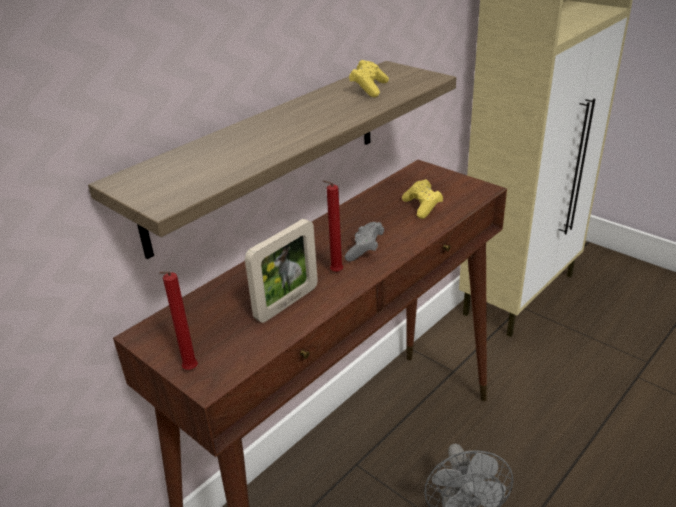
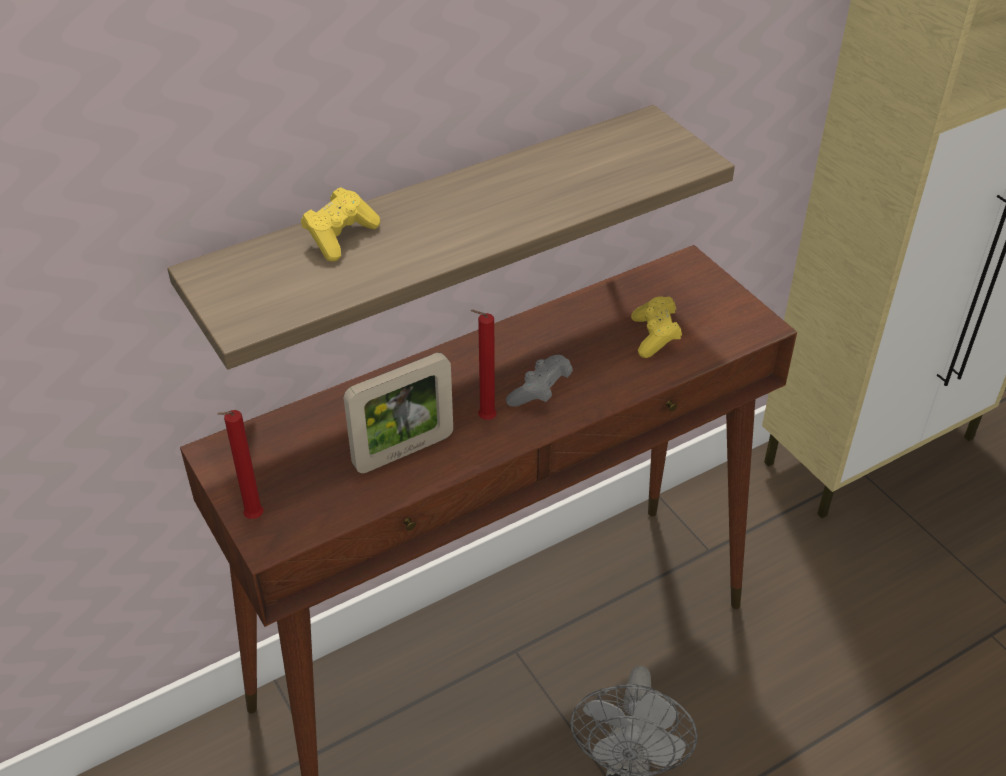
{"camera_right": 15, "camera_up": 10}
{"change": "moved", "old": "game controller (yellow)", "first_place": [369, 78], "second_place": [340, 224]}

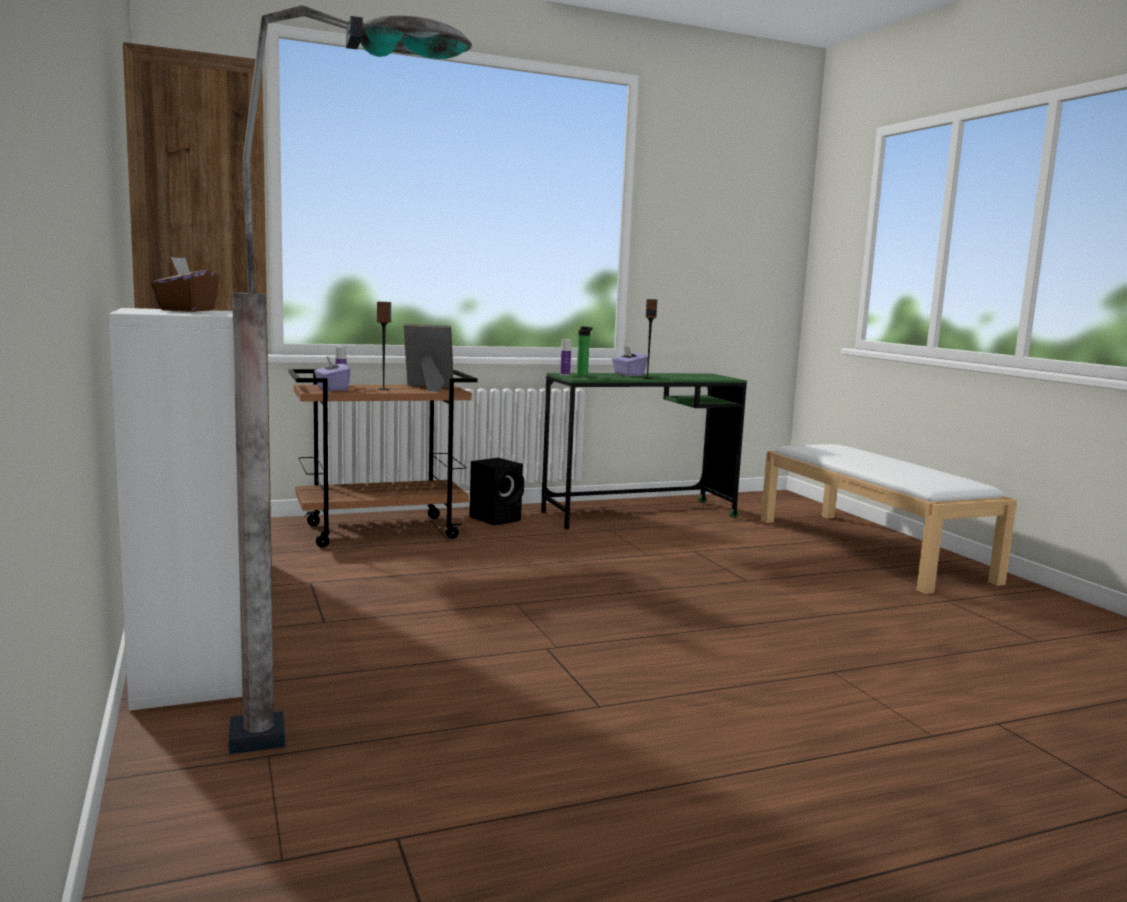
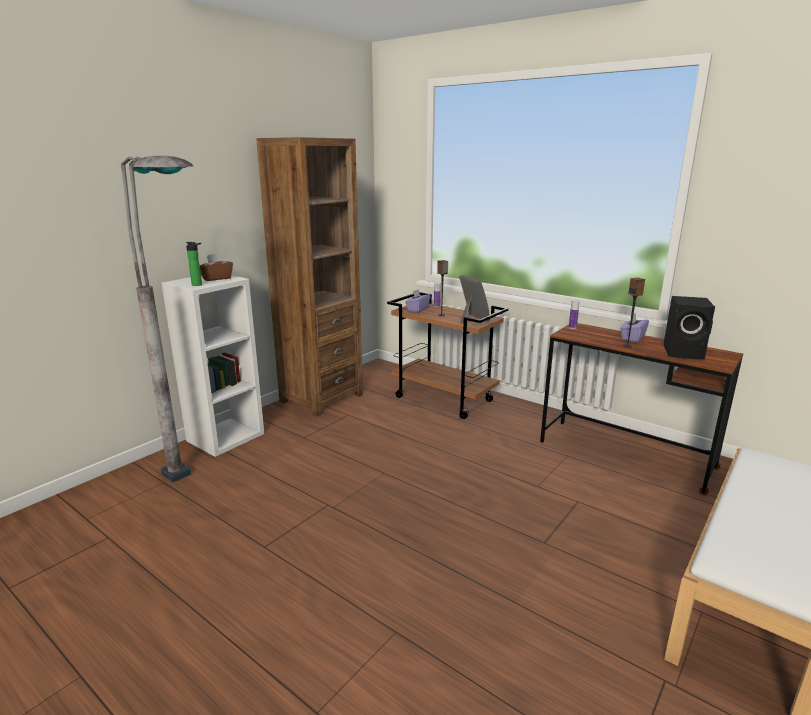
{"camera_right": 60, "camera_up": 10}
{"change": "moved", "old": "bottle", "first_place": [585, 351], "second_place": [194, 264]}
{"change": "recoloured", "old": "desk (green)", "new": "desk (brown)", "first_place": [644, 451], "second_place": [641, 409]}
{"change": "moved", "old": "speaker (black)", "first_place": [497, 491], "second_place": [689, 328]}

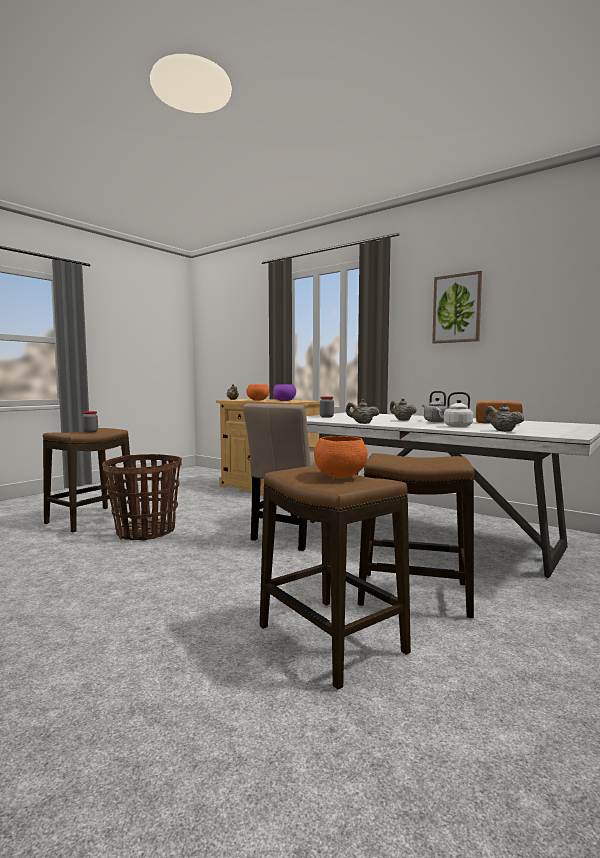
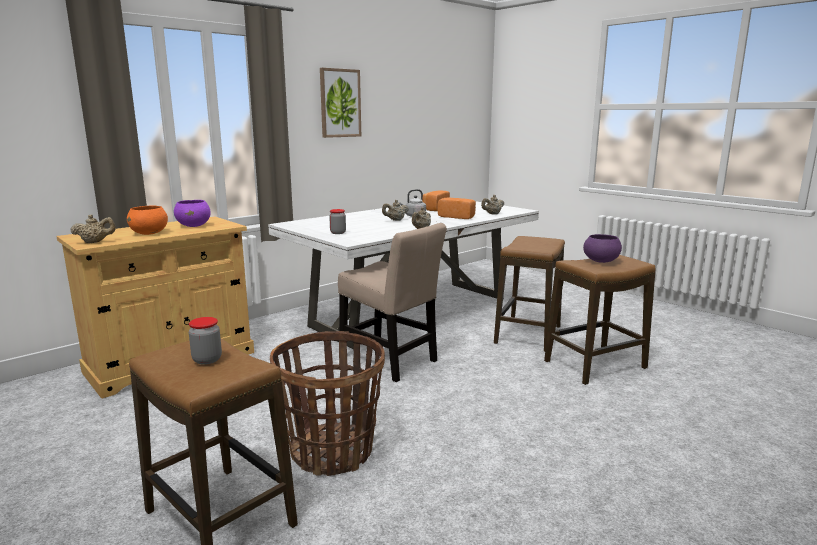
{"camera_right": -80, "camera_up": 10}
{"change": "replaced", "old": "kettle (white)", "new": "bread", "first_place": [454, 409], "second_place": [456, 208]}
{"change": "recoloured", "old": "bowl (orange)", "new": "bowl (purple)", "first_place": [341, 457], "second_place": [602, 248]}

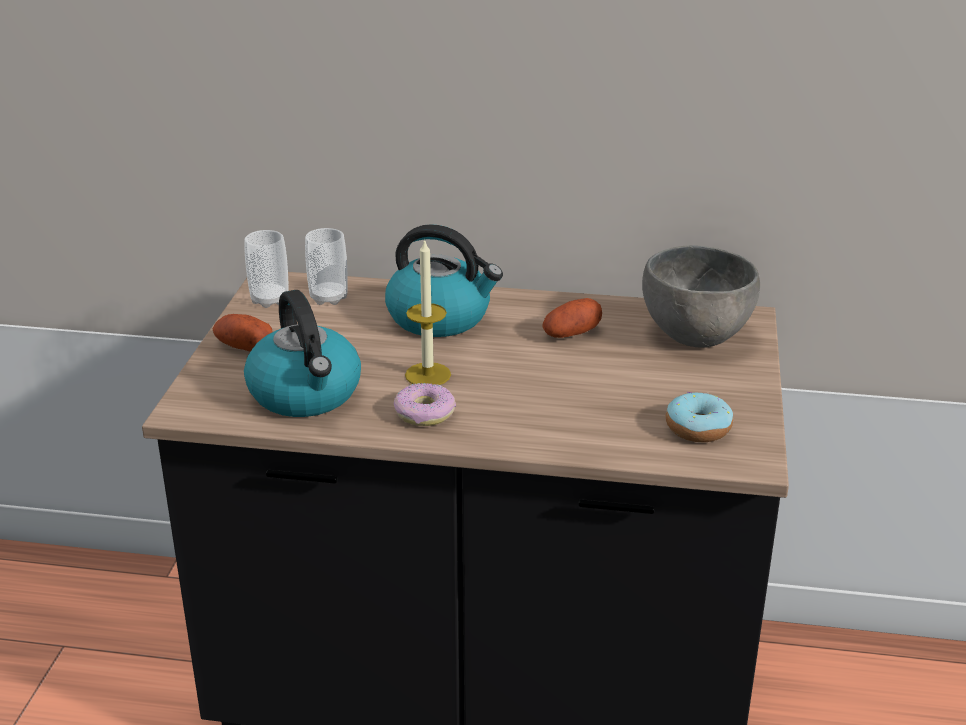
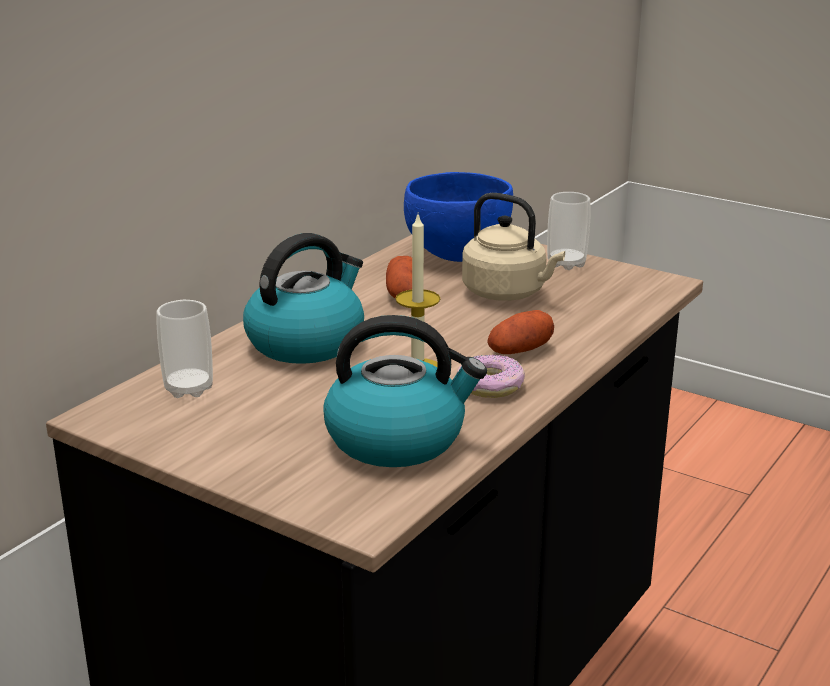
{"camera_right": -65, "camera_up": -5}
{"change": "moved", "old": "cup", "first_place": [266, 269], "second_place": [569, 231]}
{"change": "recoloured", "old": "bowl (grey)", "new": "bowl (blue)", "first_place": [701, 296], "second_place": [458, 217]}
{"change": "moved", "old": "potato", "first_place": [242, 333], "second_place": [520, 332]}
{"change": "removed", "old": "donut", "first_place": [699, 417]}
{"change": "added", "new": "kettle (beige)", "second_place": [513, 247]}

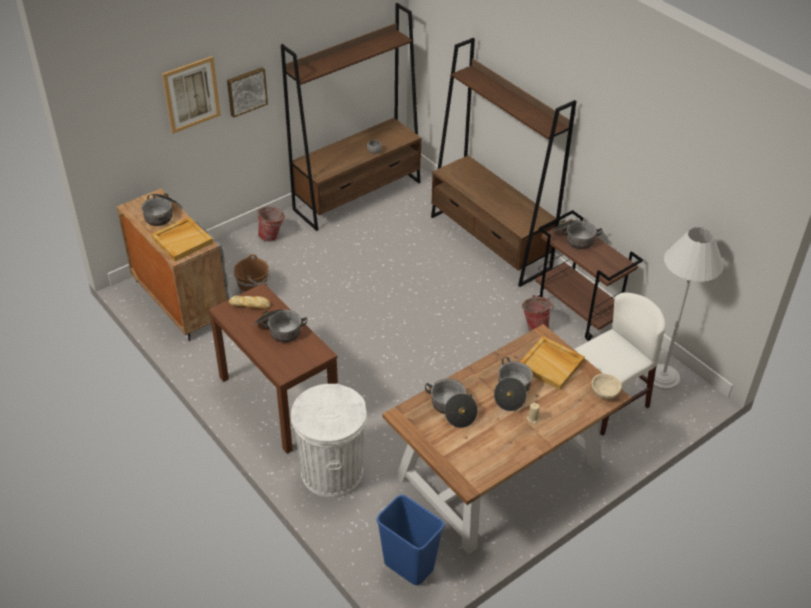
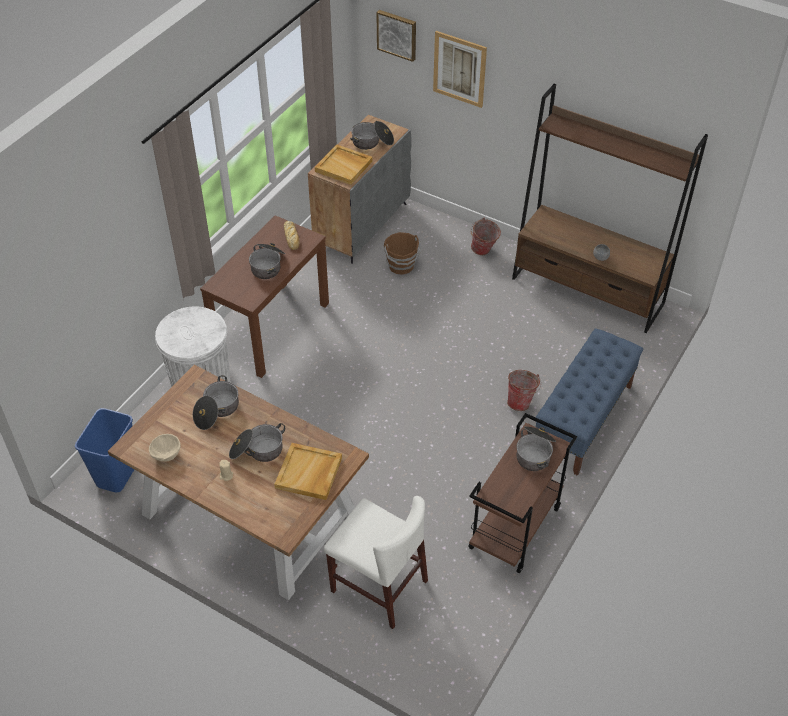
{"camera_right": 70, "camera_up": 5}
{"change": "replaced", "old": "bookcase (brown)", "new": "bench (blue)", "first_place": [503, 162], "second_place": [589, 402]}
{"change": "moved", "old": "picture", "first_place": [247, 92], "second_place": [396, 36]}
{"change": "removed", "old": "floor lamp (white)", "first_place": [685, 308]}
{"change": "moved", "old": "bucket", "first_place": [538, 313], "second_place": [524, 390]}
{"change": "moved", "old": "bowl (beige)", "first_place": [607, 386], "second_place": [165, 448]}

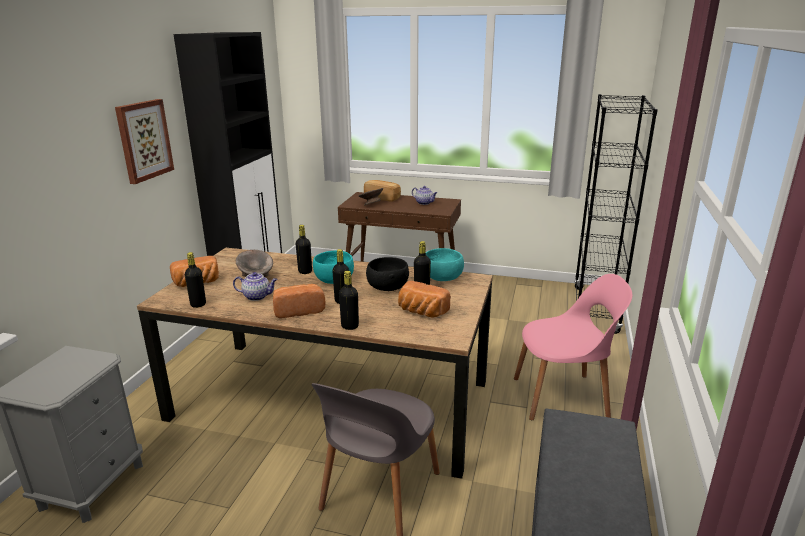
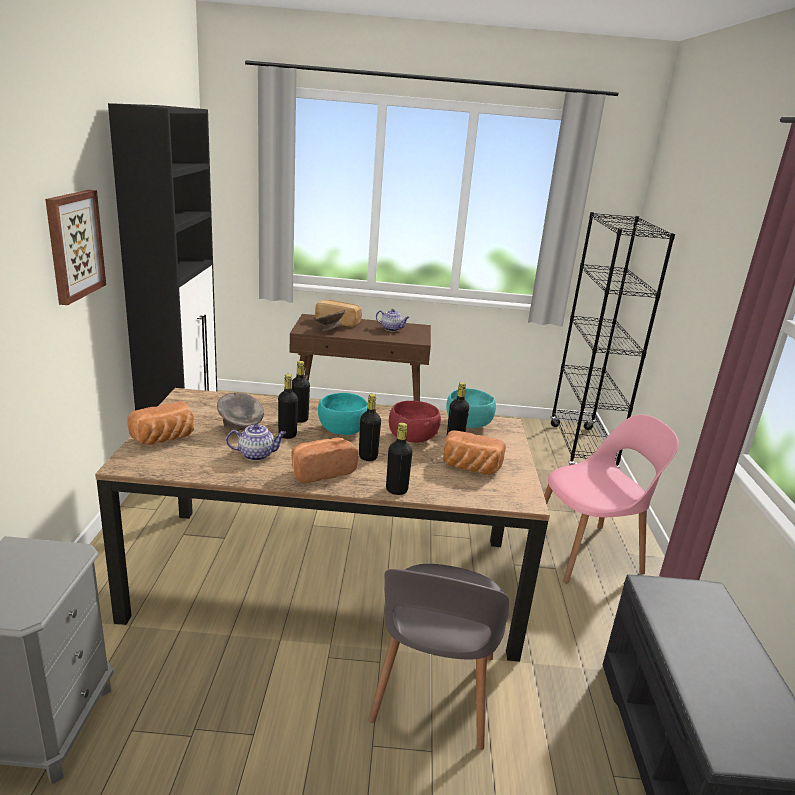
{"camera_right": -15, "camera_up": 0}
{"change": "moved", "old": "bottle (black)", "first_place": [195, 280], "second_place": [288, 406]}
{"change": "recoloured", "old": "bowl (black)", "new": "bowl (red)", "first_place": [387, 274], "second_place": [415, 422]}

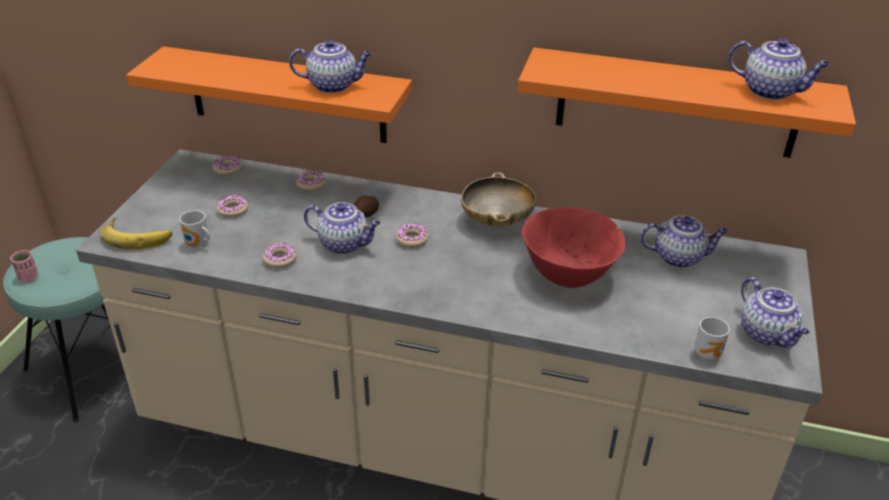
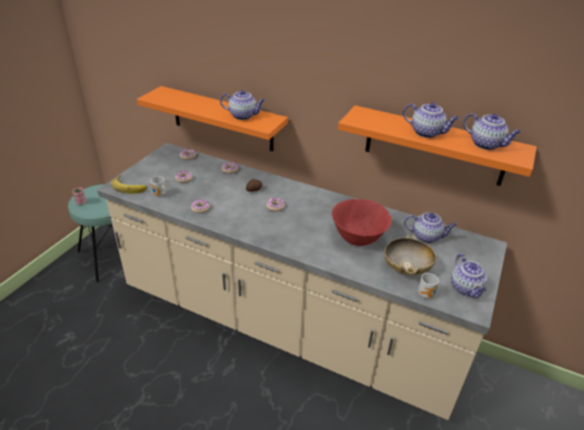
{"camera_right": 10, "camera_up": 0}
{"change": "moved", "old": "bowl (beige)", "first_place": [499, 199], "second_place": [410, 254]}
{"change": "moved", "old": "teapot", "first_place": [342, 228], "second_place": [431, 120]}

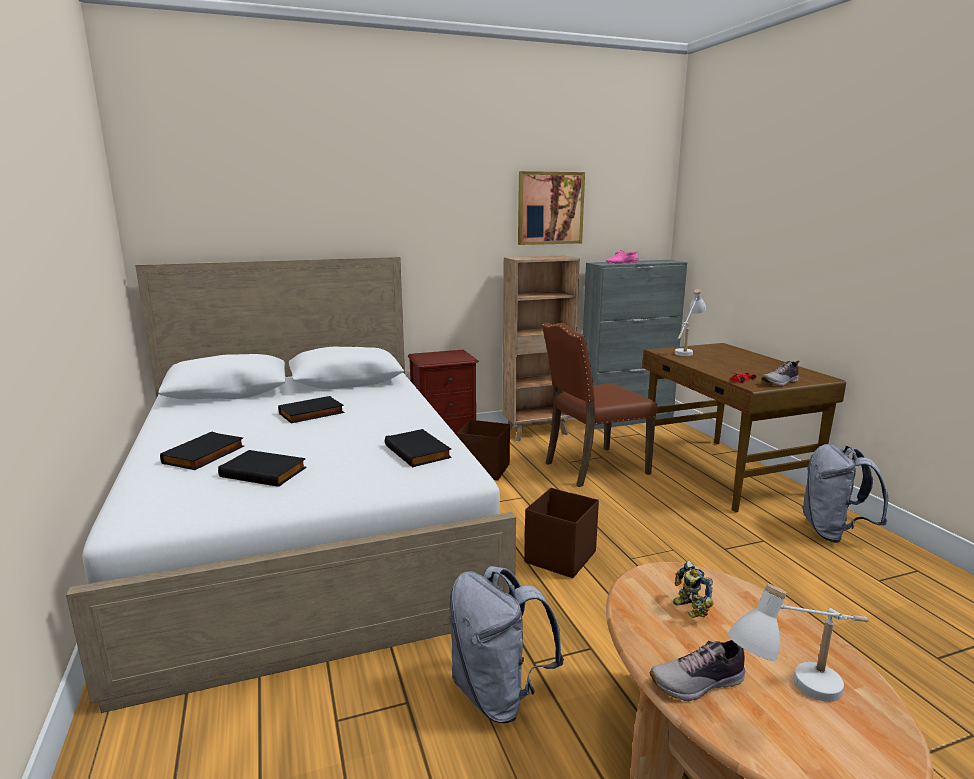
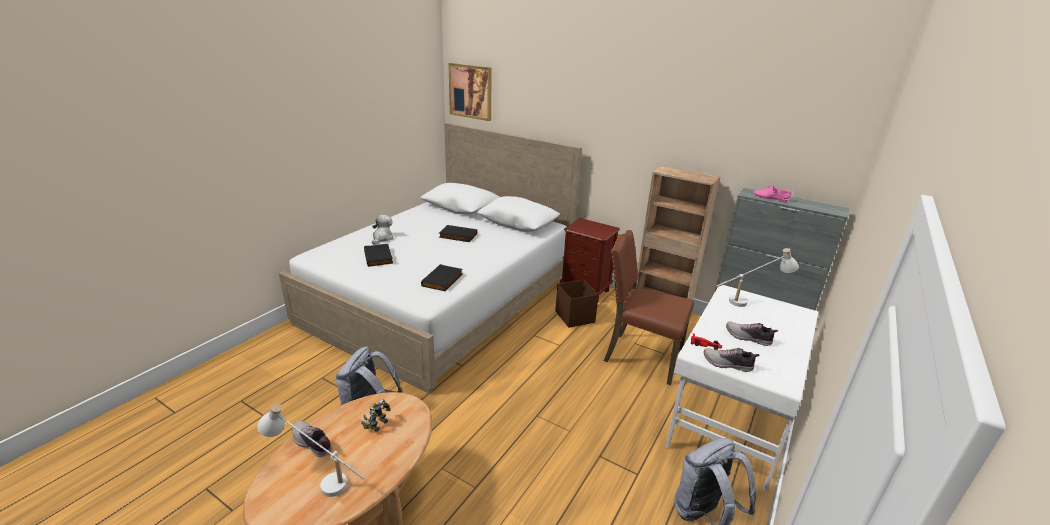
{"camera_right": 50, "camera_up": 10}
{"change": "moved", "old": "picture", "first_place": [551, 208], "second_place": [470, 92]}
{"change": "recoloured", "old": "desk (brown)", "new": "desk (white)", "first_place": [744, 427], "second_place": [742, 388]}
{"change": "replaced", "old": "book (black)", "new": "plush toy", "first_place": [202, 451], "second_place": [382, 230]}
{"change": "removed", "old": "storage box (brown)", "first_place": [561, 533]}
{"change": "added", "new": "shoe", "second_place": [752, 333]}

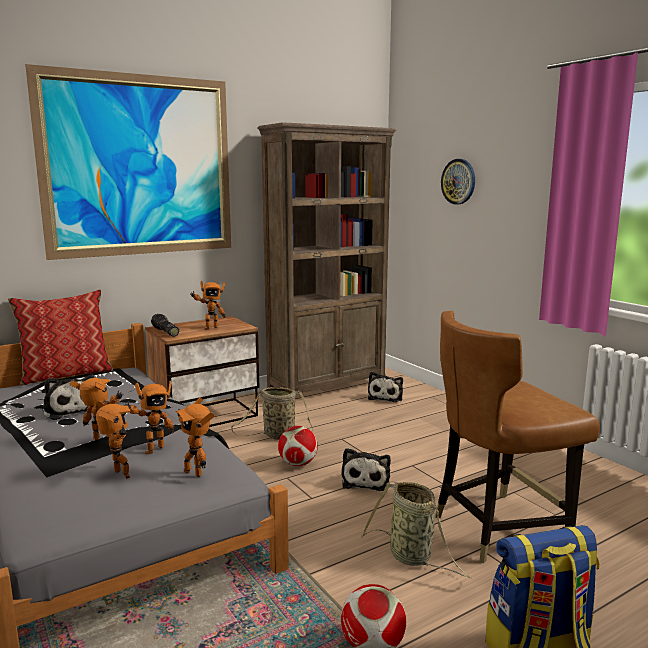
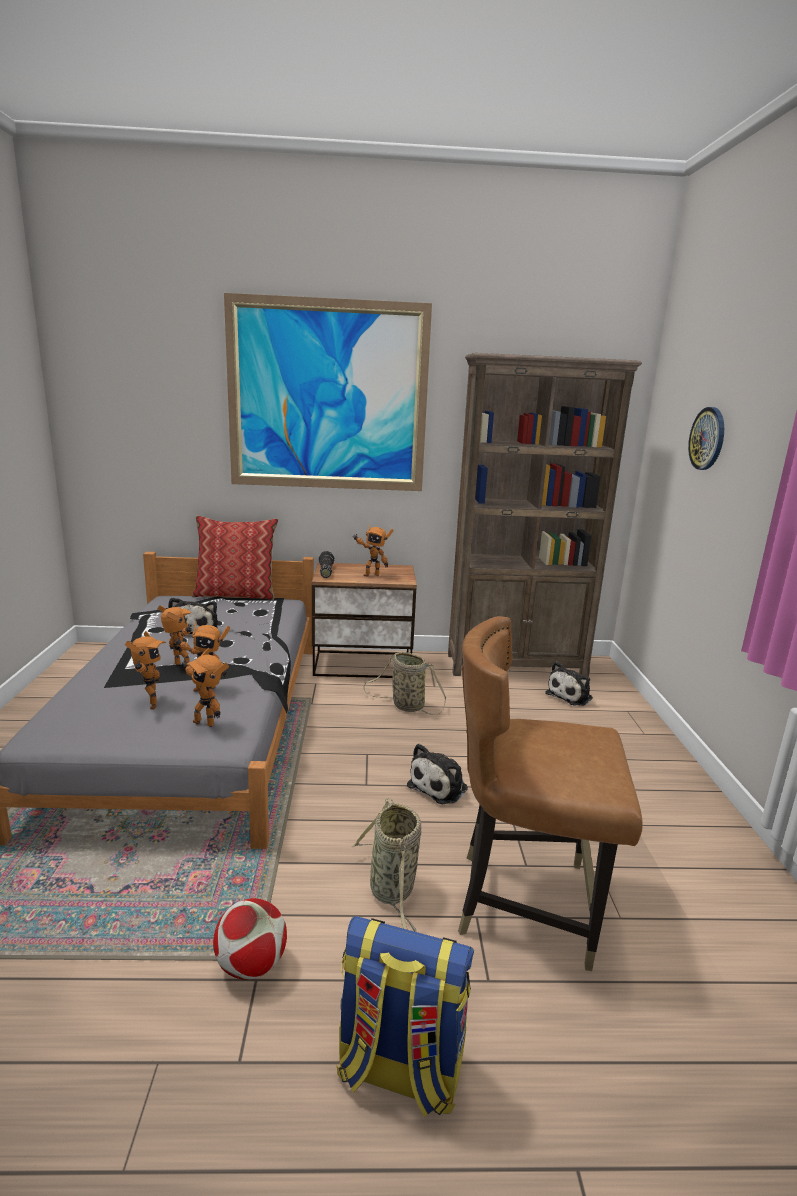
{"camera_right": 30, "camera_up": 5}
{"change": "turned", "old": "toy robot", "first_place": [195, 437], "second_place": [205, 687], "degrees": -45}
{"change": "removed", "old": "football", "first_place": [298, 446]}

